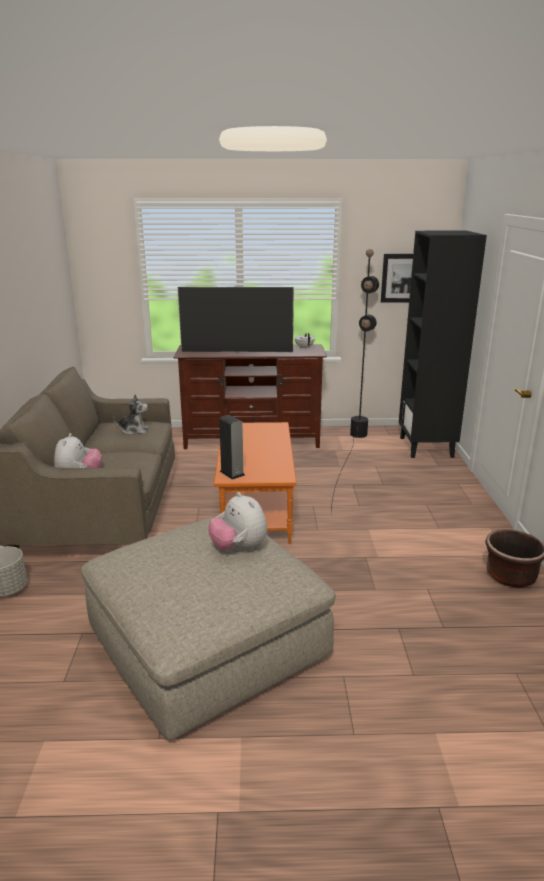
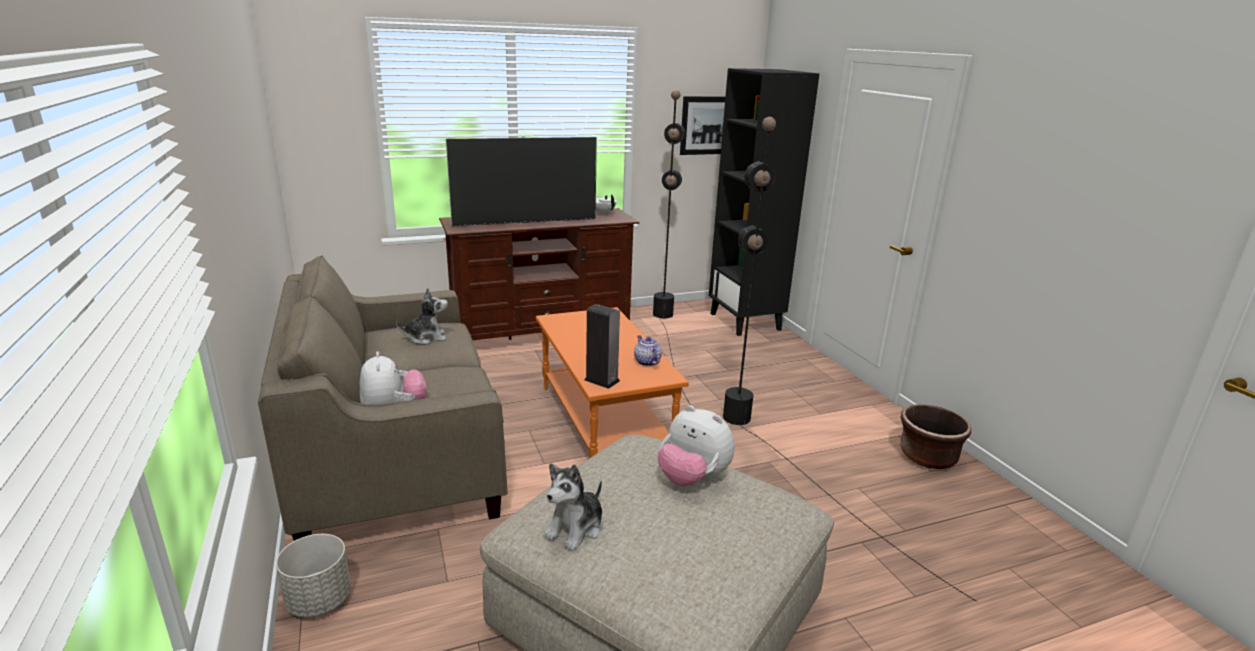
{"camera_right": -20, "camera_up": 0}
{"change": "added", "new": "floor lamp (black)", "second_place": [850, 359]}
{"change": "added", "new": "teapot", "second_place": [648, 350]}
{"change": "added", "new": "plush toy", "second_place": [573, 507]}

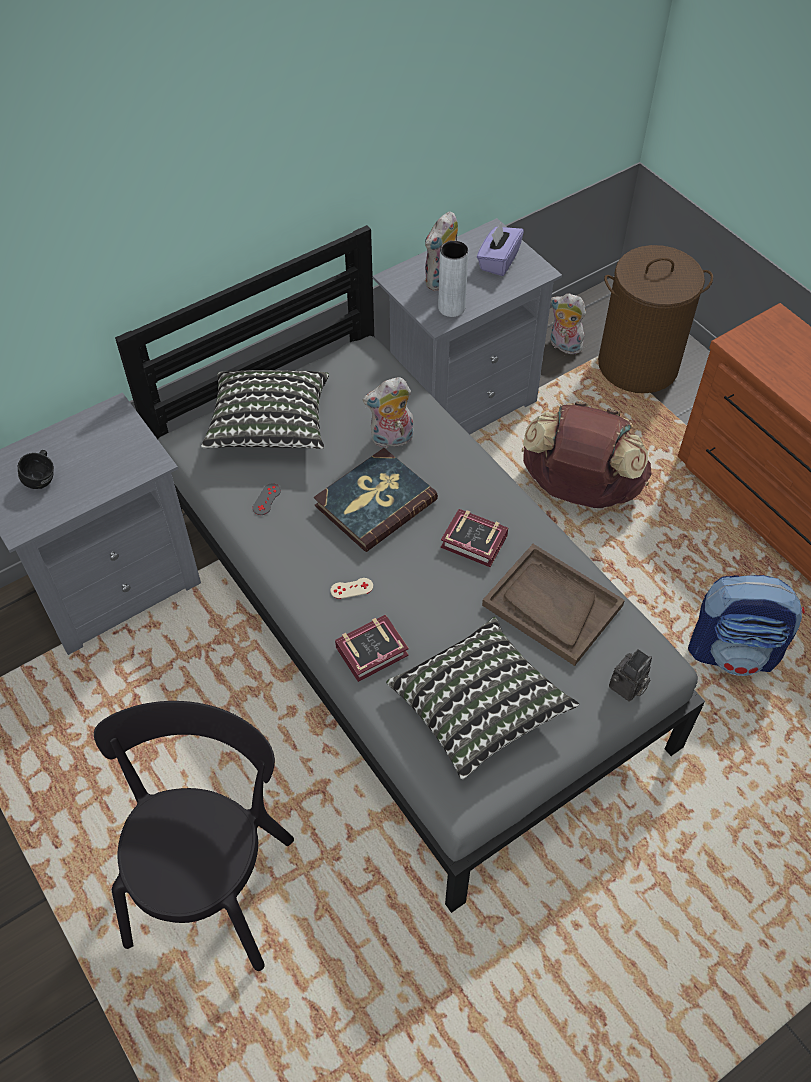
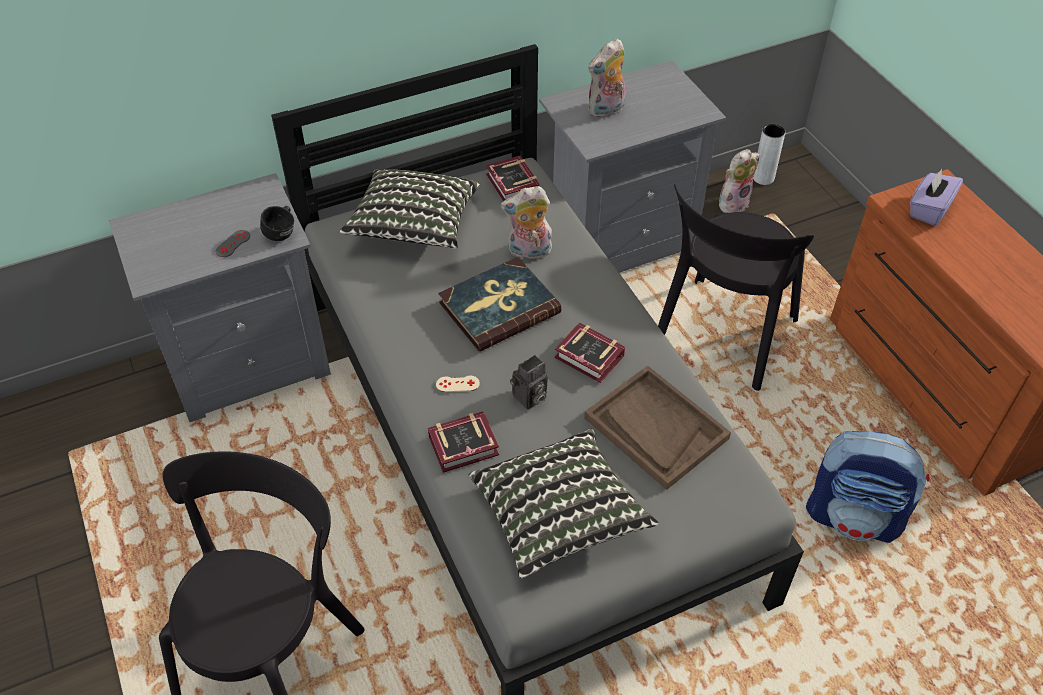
{"camera_right": 10, "camera_up": -5}
{"change": "moved", "old": "tissue box (purple)", "first_place": [500, 249], "second_place": [936, 197]}
{"change": "moved", "old": "vase (grey)", "first_place": [453, 279], "second_place": [769, 154]}
{"change": "removed", "old": "laundry basket (brown)", "first_place": [655, 319]}
{"change": "turned", "old": "plush toy", "first_place": [568, 323], "second_place": [739, 181], "degrees": 105}
{"change": "replaced", "old": "backpack (brown)", "new": "chair (black)", "first_place": [587, 454], "second_place": [736, 287]}
{"change": "moved", "old": "mug (black)", "first_place": [36, 469], "second_place": [277, 223]}
{"change": "moved", "old": "game controller (grey)", "first_place": [267, 499], "second_place": [233, 243]}
{"change": "moved", "old": "photo camera", "first_place": [630, 675], "second_place": [529, 382]}
{"change": "added", "new": "book", "second_place": [513, 178]}

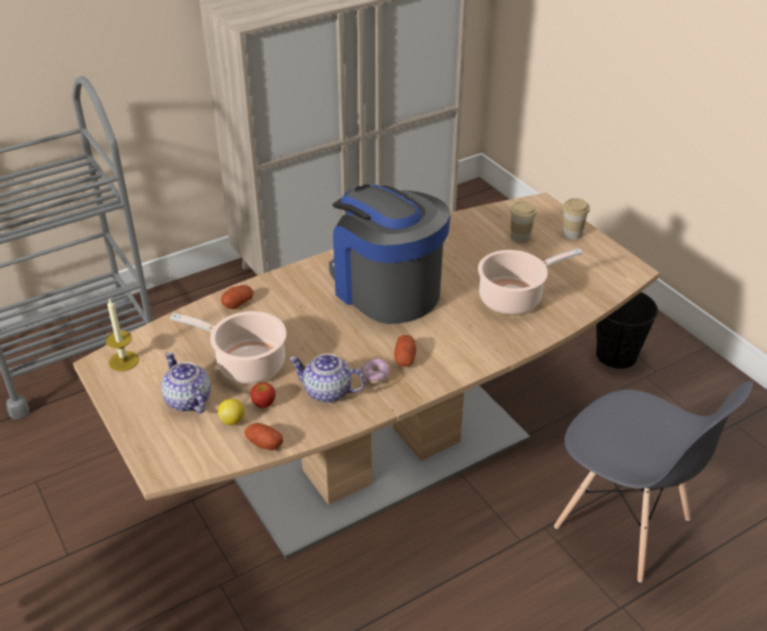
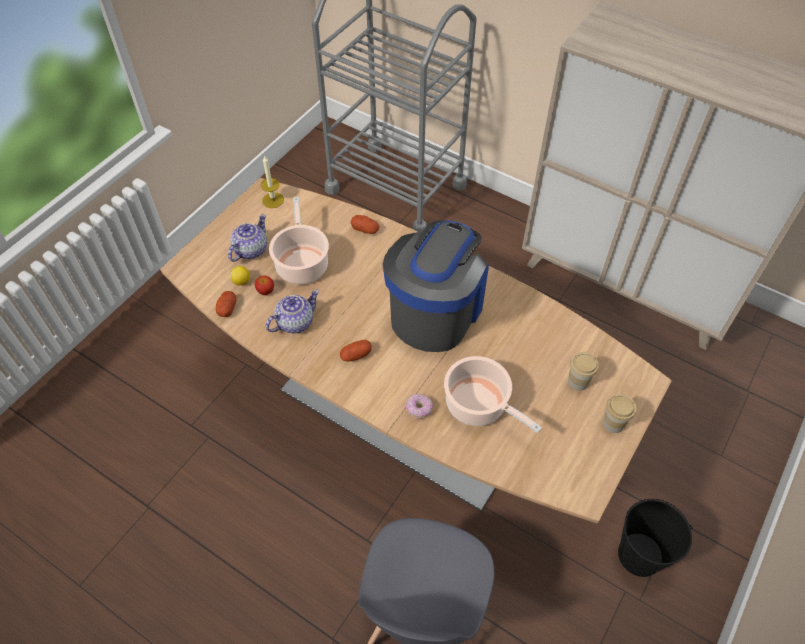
{"camera_right": 65, "camera_up": 15}
{"change": "turned", "old": "teapot", "first_place": [327, 378], "second_place": [292, 311], "degrees": 60}
{"change": "moved", "old": "donut", "first_place": [375, 371], "second_place": [419, 406]}

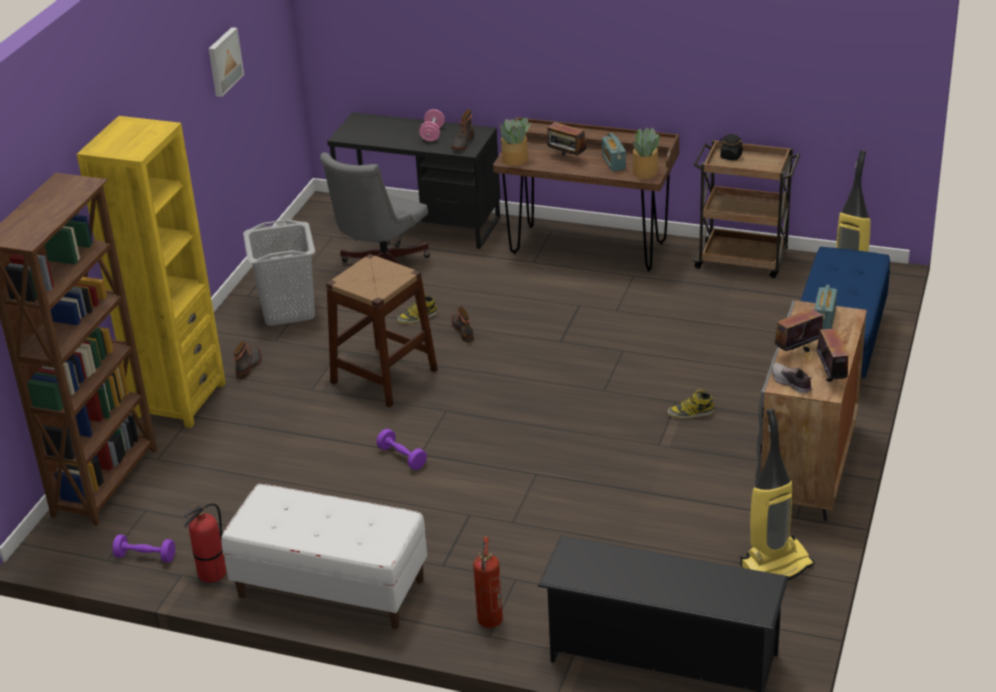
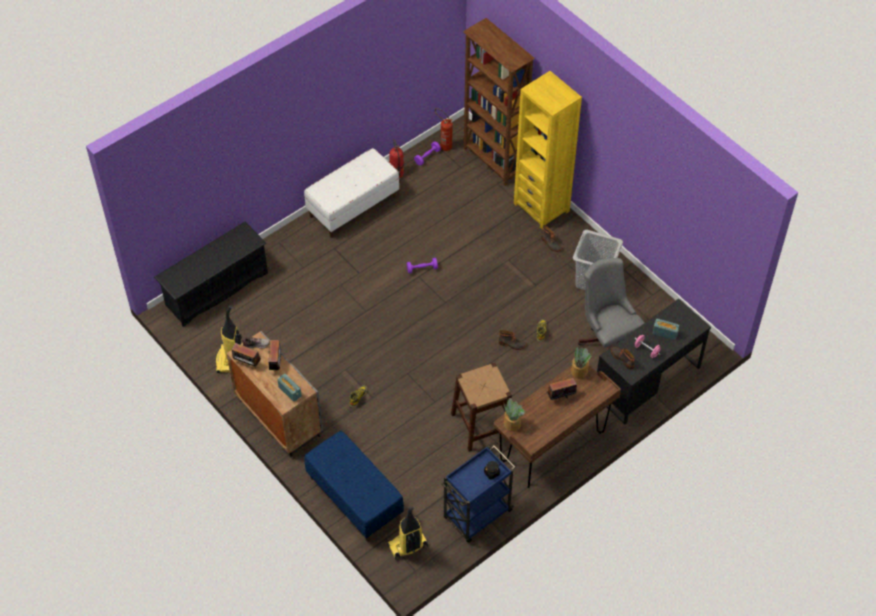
{"camera_right": 120, "camera_up": 20}
{"change": "removed", "old": "picture", "first_place": [226, 62]}
{"change": "moved", "old": "radio", "first_place": [614, 152], "second_place": [666, 329]}
{"change": "recoloured", "old": "cart (brown)", "new": "cart (blue)", "first_place": [746, 209], "second_place": [478, 494]}
{"change": "moved", "old": "stool (brown)", "first_place": [382, 330], "second_place": [481, 407]}
{"change": "moved", "old": "fire extinguisher", "first_place": [488, 582], "second_place": [444, 129]}

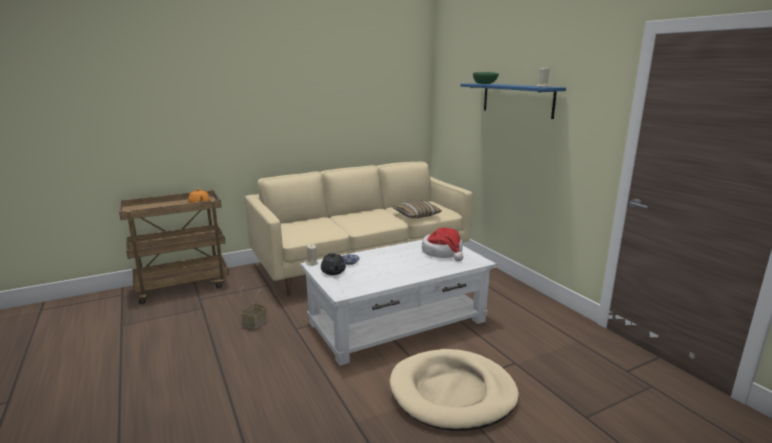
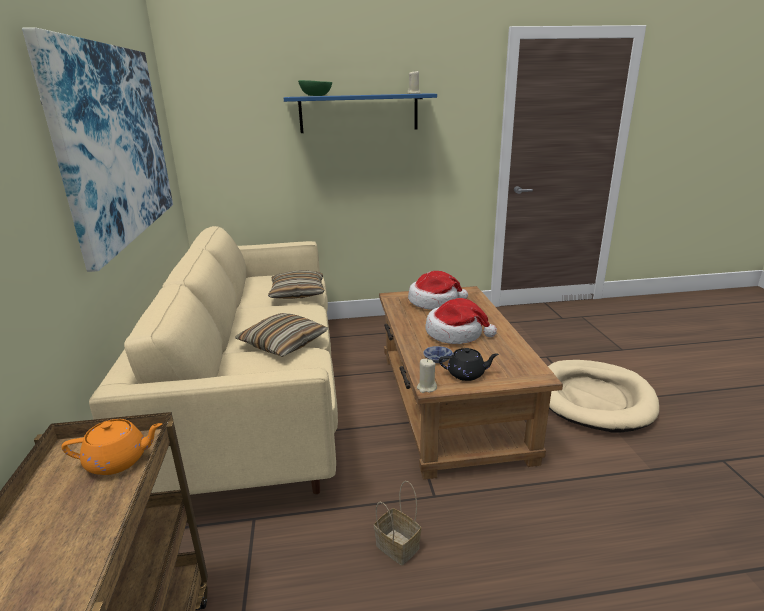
{"camera_right": -70, "camera_up": 5}
{"change": "recoloured", "old": "coffee table (white)", "new": "coffee table (brown)", "first_place": [398, 303], "second_place": [471, 383]}
{"change": "added", "new": "picture", "second_place": [97, 149]}
{"change": "added", "new": "hat", "second_place": [461, 321]}
{"change": "added", "new": "pillow", "second_place": [281, 335]}

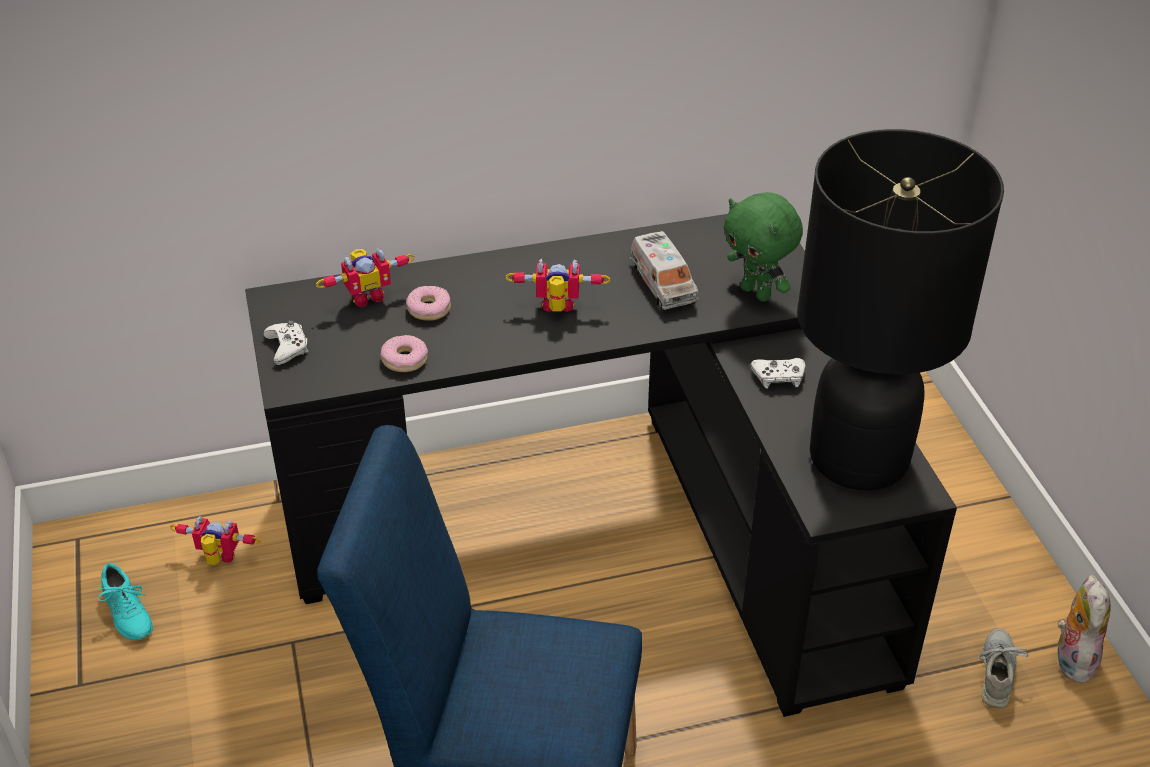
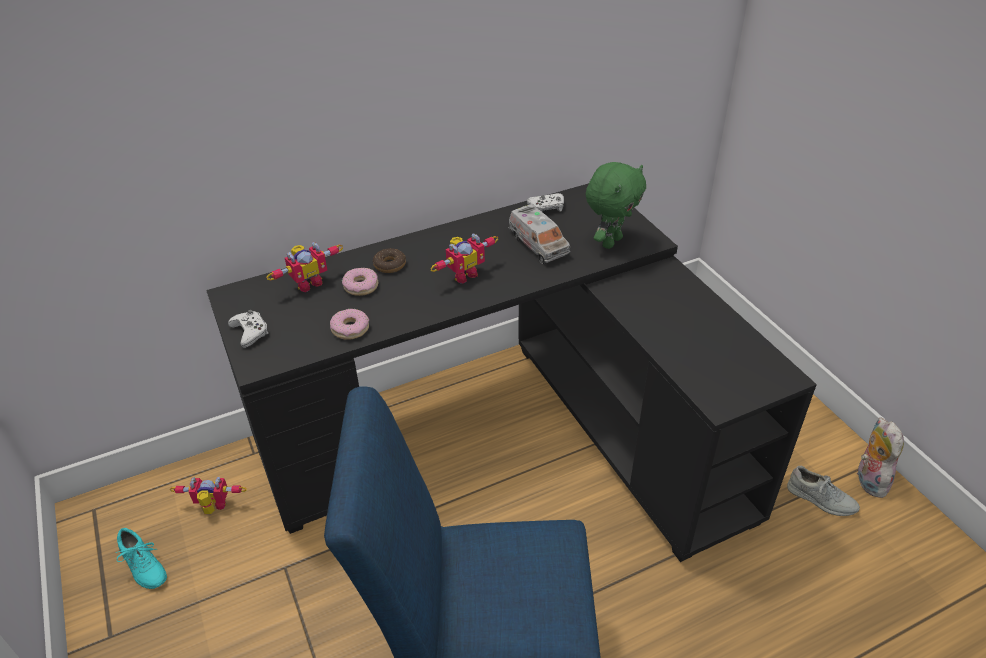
{"camera_right": -10, "camera_up": 0}
{"change": "removed", "old": "table lamp (black)", "first_place": [900, 309]}
{"change": "turned", "old": "plush toy (green)", "first_place": [763, 247], "second_place": [615, 205], "degrees": -90}
{"change": "turned", "old": "toy robot", "first_place": [557, 285], "second_place": [464, 258], "degrees": 150}
{"change": "moved", "old": "game controller (white)", "first_place": [778, 373], "second_place": [545, 202]}
{"change": "turned", "old": "shoe (grey)", "first_place": [1003, 668], "second_place": [823, 491], "degrees": 120}
{"change": "added", "new": "donut", "second_place": [389, 260]}

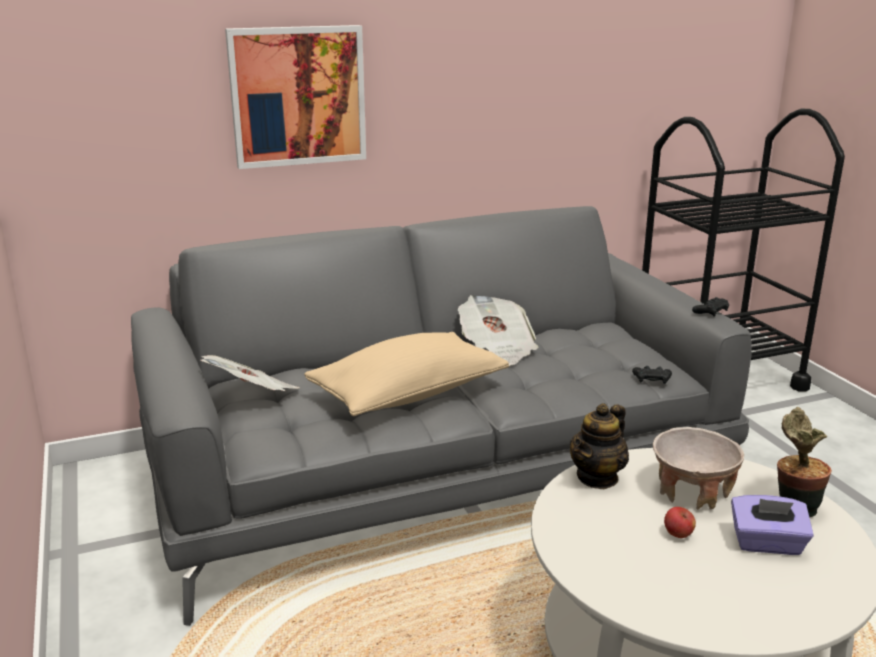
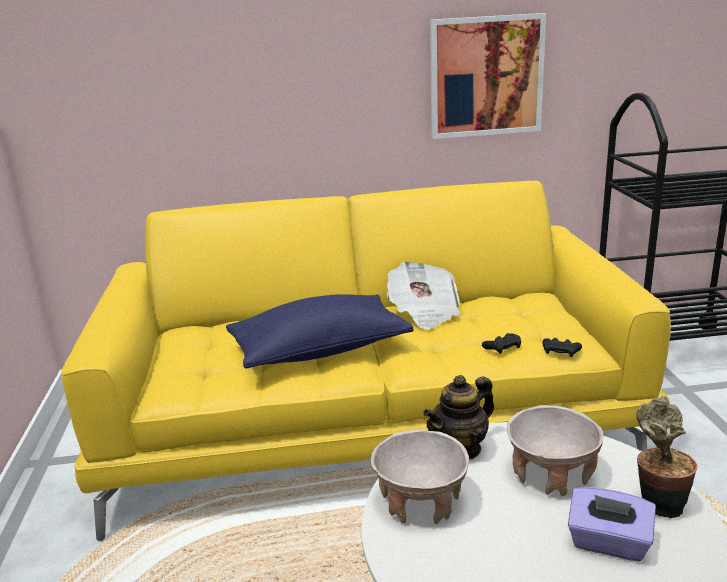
{"camera_right": 15, "camera_up": 0}
{"change": "moved", "old": "picture", "first_place": [295, 97], "second_place": [488, 76]}
{"change": "recoloured", "old": "sofa (grey)", "new": "sofa (yellow)", "first_place": [441, 416], "second_place": [366, 361]}
{"change": "moved", "old": "game controller (black)", "first_place": [710, 307], "second_place": [501, 343]}
{"change": "recoloured", "old": "pillow (beige)", "new": "pillow (blue)", "first_place": [406, 374], "second_place": [320, 331]}
{"change": "removed", "old": "newspaper", "first_place": [250, 373]}
{"change": "removed", "old": "apple", "first_place": [680, 522]}
{"change": "added", "new": "bowl (beige)", "second_place": [420, 477]}

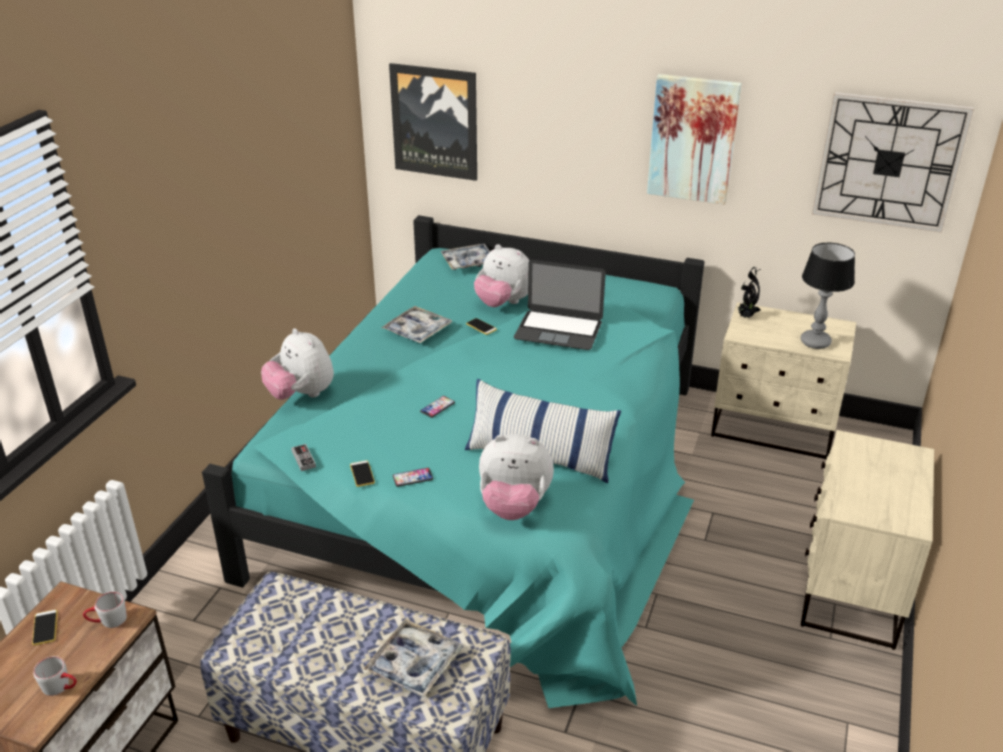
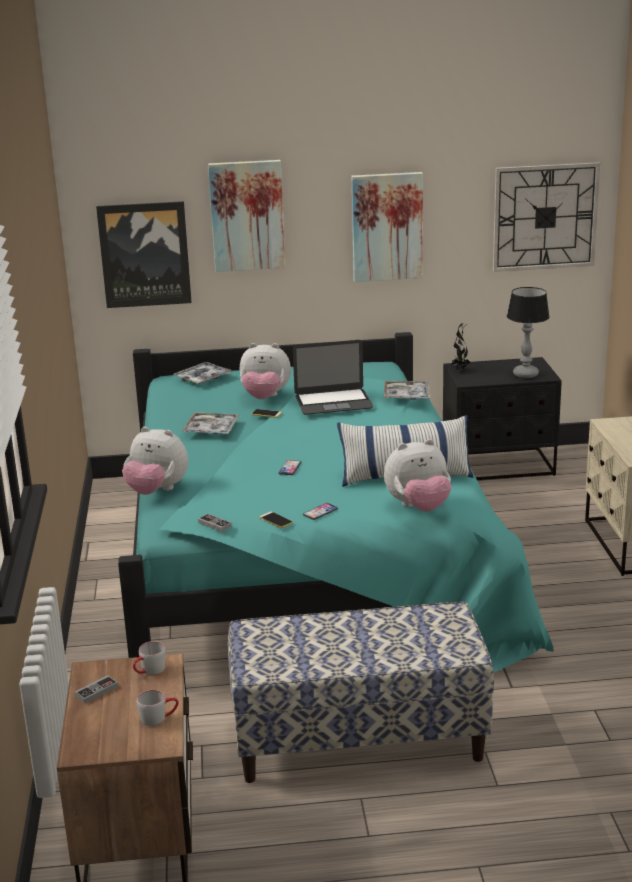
{"camera_right": -25, "camera_up": -10}
{"change": "recoloured", "old": "nightstand (beige)", "new": "nightstand (black)", "first_place": [784, 381], "second_place": [502, 418]}
{"change": "replaced", "old": "phone", "new": "game controller", "first_place": [45, 627], "second_place": [96, 689]}
{"change": "moved", "old": "tray", "first_place": [413, 658], "second_place": [407, 390]}
{"change": "added", "new": "picture", "second_place": [246, 216]}

